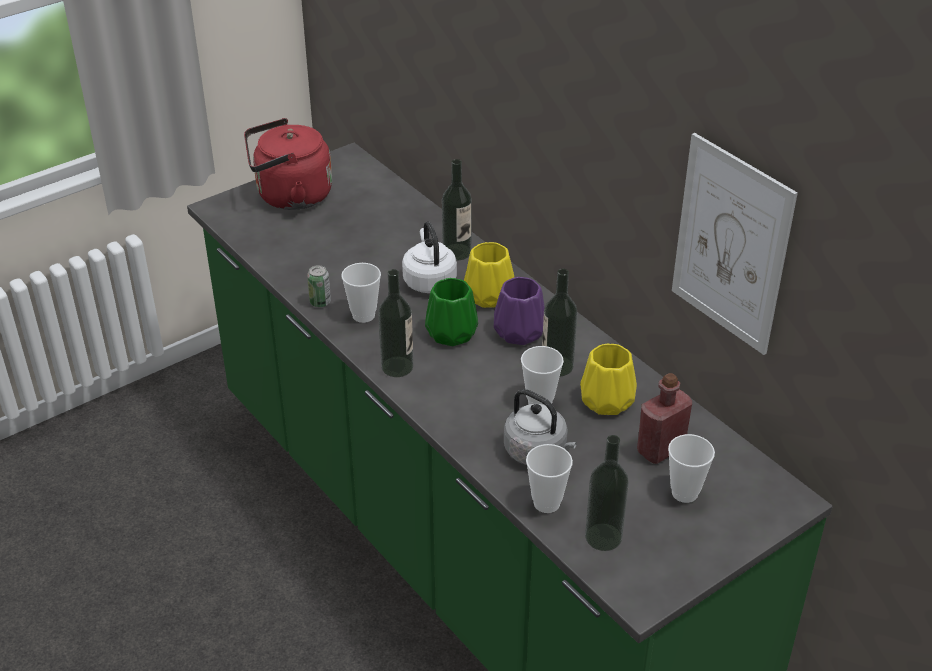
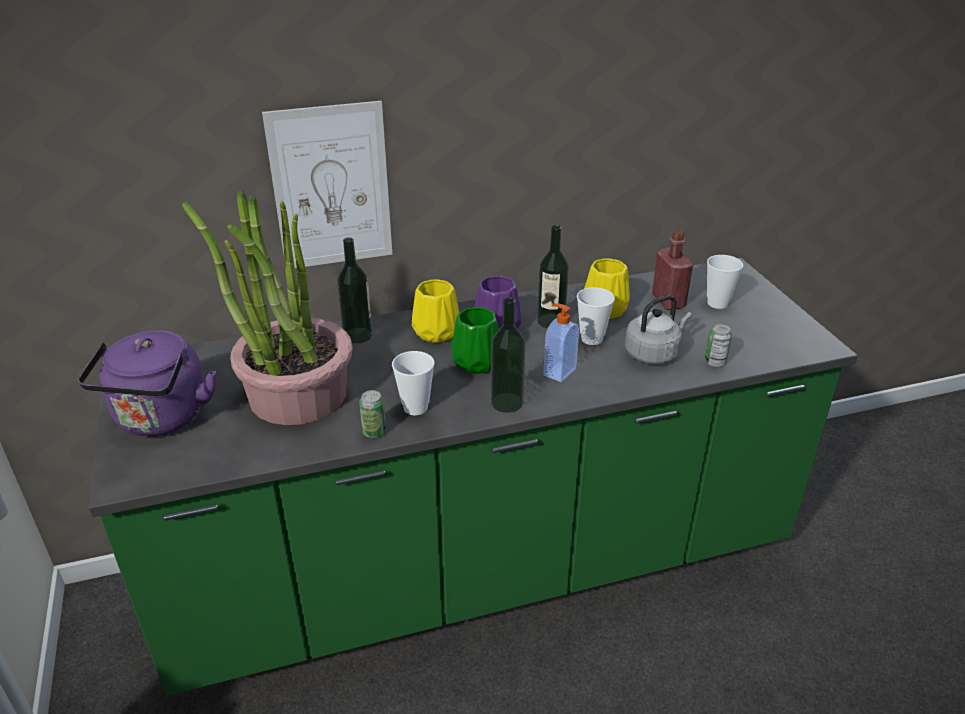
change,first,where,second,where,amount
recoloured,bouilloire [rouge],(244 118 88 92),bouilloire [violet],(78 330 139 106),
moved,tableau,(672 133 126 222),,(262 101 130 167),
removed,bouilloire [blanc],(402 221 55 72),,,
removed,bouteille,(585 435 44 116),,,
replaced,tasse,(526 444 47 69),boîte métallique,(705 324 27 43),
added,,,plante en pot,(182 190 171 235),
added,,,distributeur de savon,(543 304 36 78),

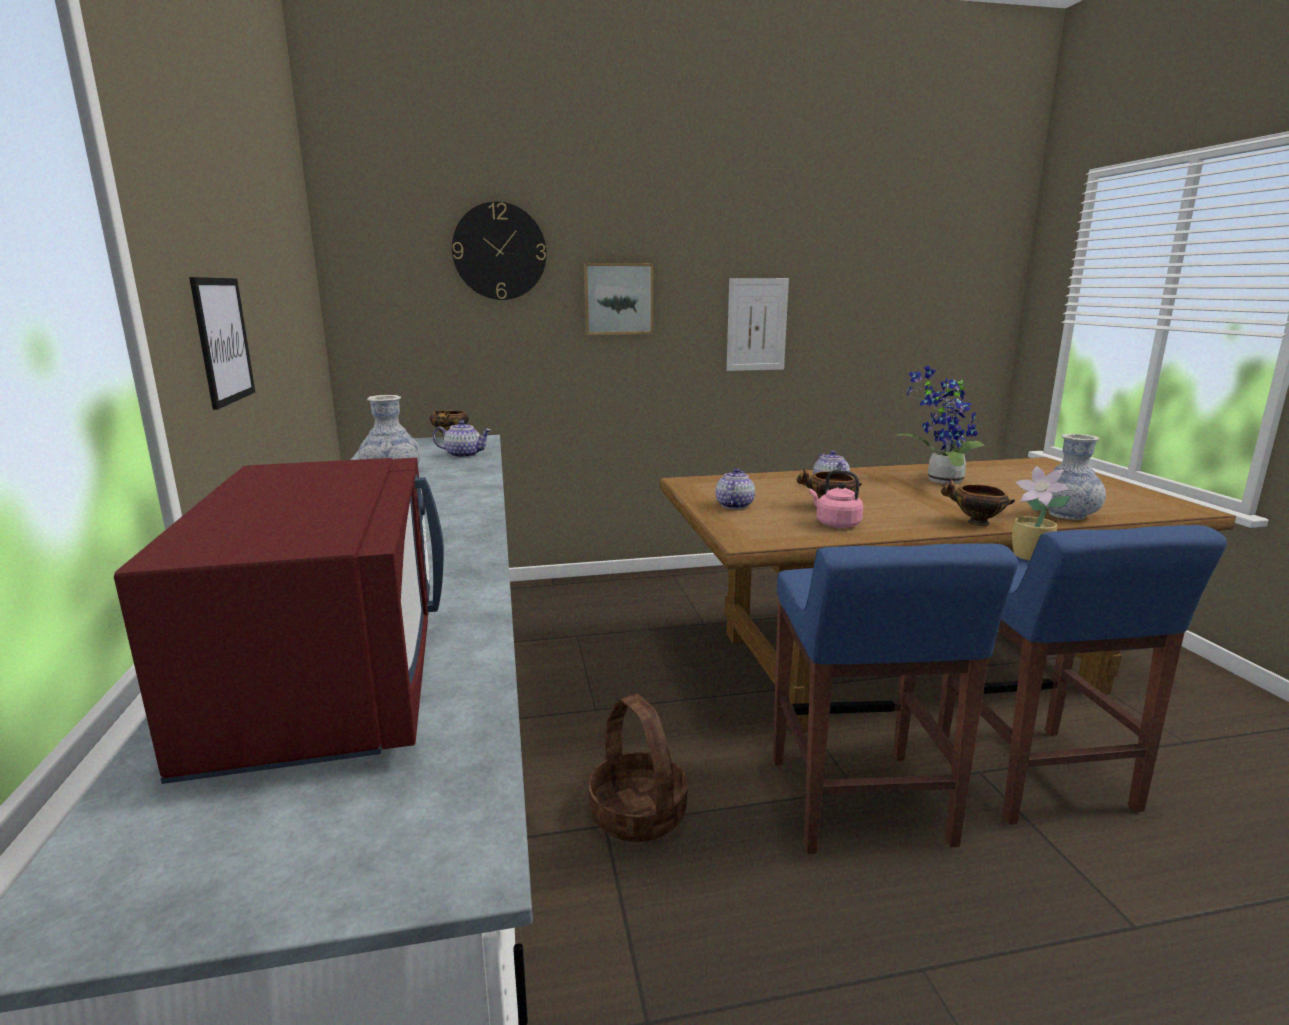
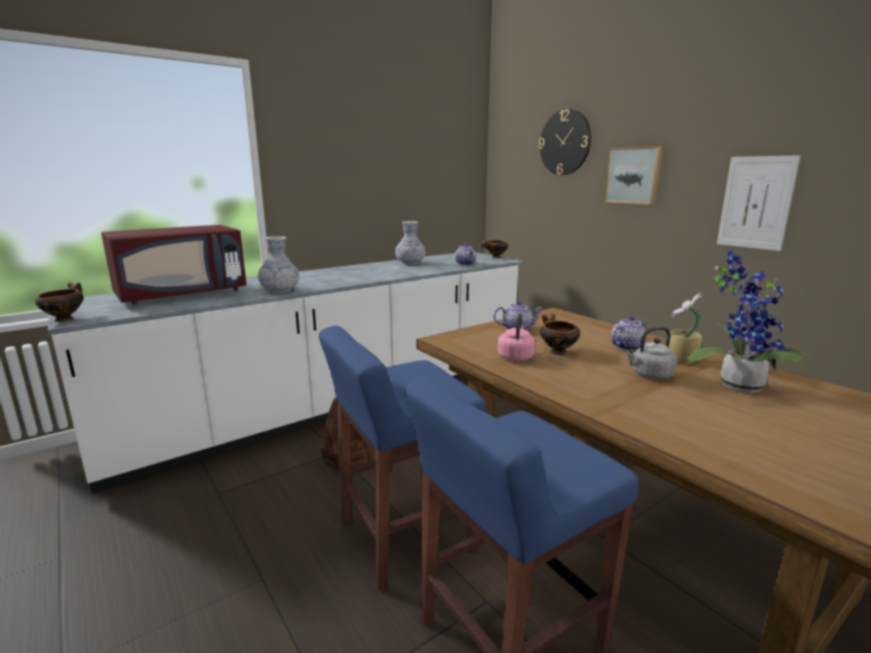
change,first,where,second,where,amount
removed,tableau,(189 277 66 133),,,
moved,vase,(1038 434 68 86),,(258 236 41 57),
moved,plante en pot,(1012 466 59 95),,(669 293 35 71),
moved,bol,(941 479 74 47),,(35 282 49 40),
added,,,bouilloire [gris],(624 327 53 52),

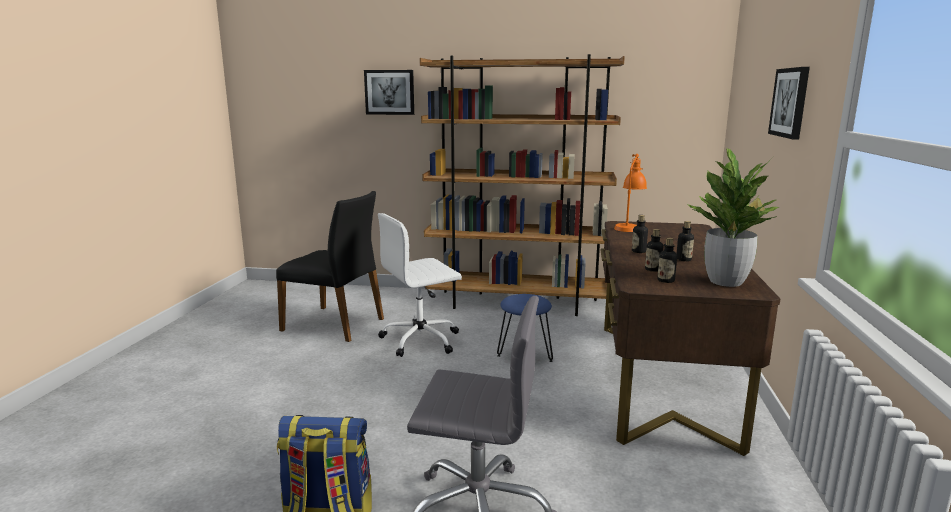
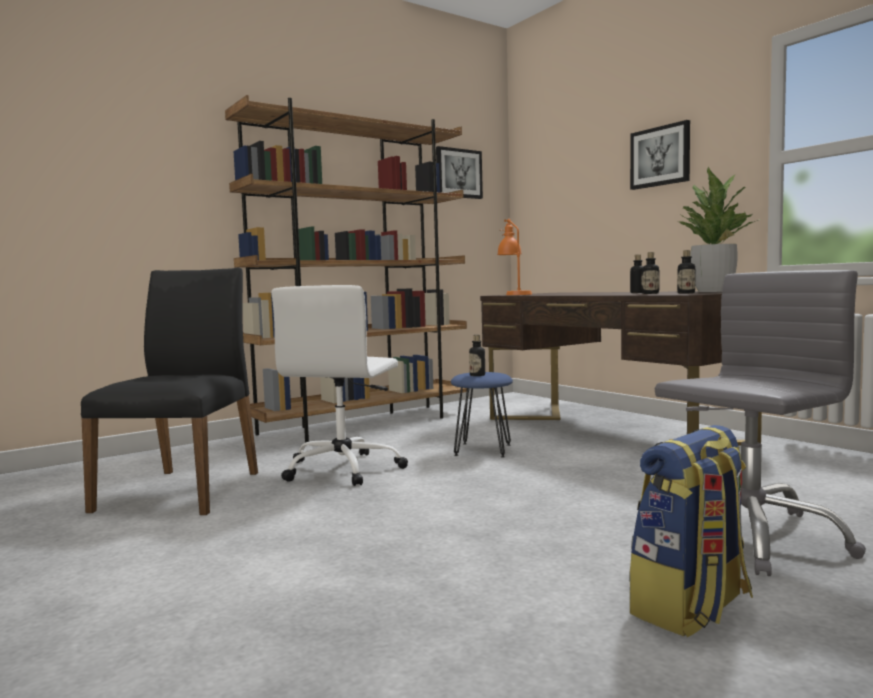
change,first,where,second,where,amount
moved,tableau,(364 70 50 45),,(436 146 47 53),
turned,chaise [noir],(276 191 108 151),,(81 268 177 247),60 degrees counterclockwise
moved,bouteille,(632 215 16 38),,(469 335 16 41),

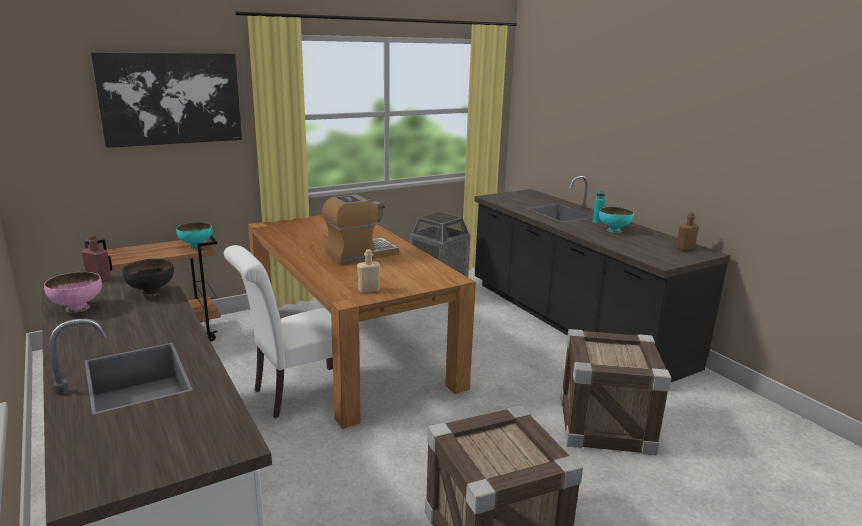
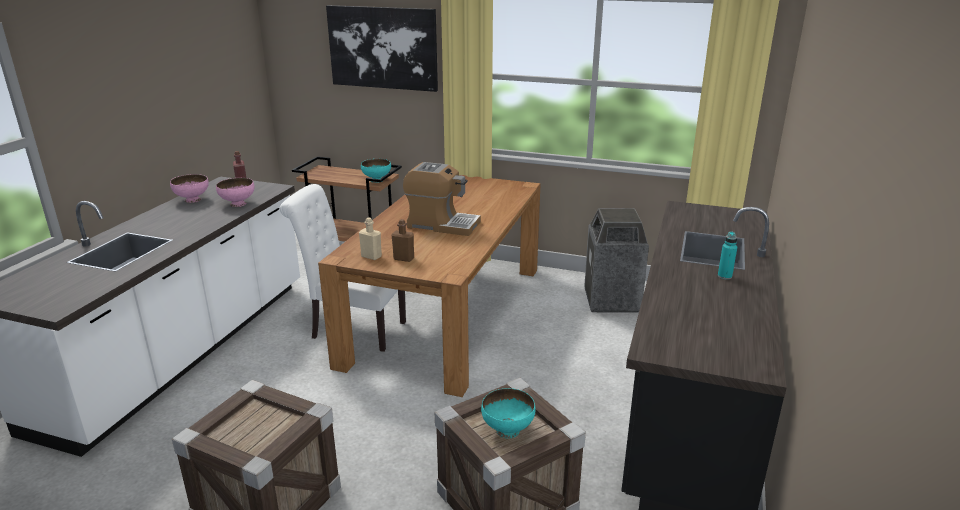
change,first,where,second,where,amount
moved,bol [turquoise],(599 207 35 26),,(481 388 55 50),
moved,bouteille [marron],(676 212 23 39),,(391 219 23 43),
recoloured,bol [noir],(123 259 51 38),bol [rose],(216 178 39 29),

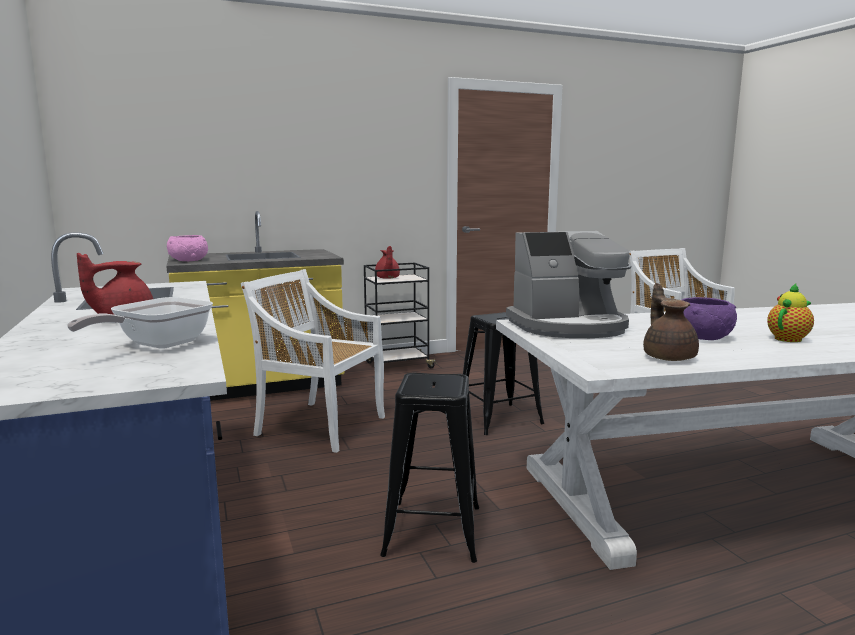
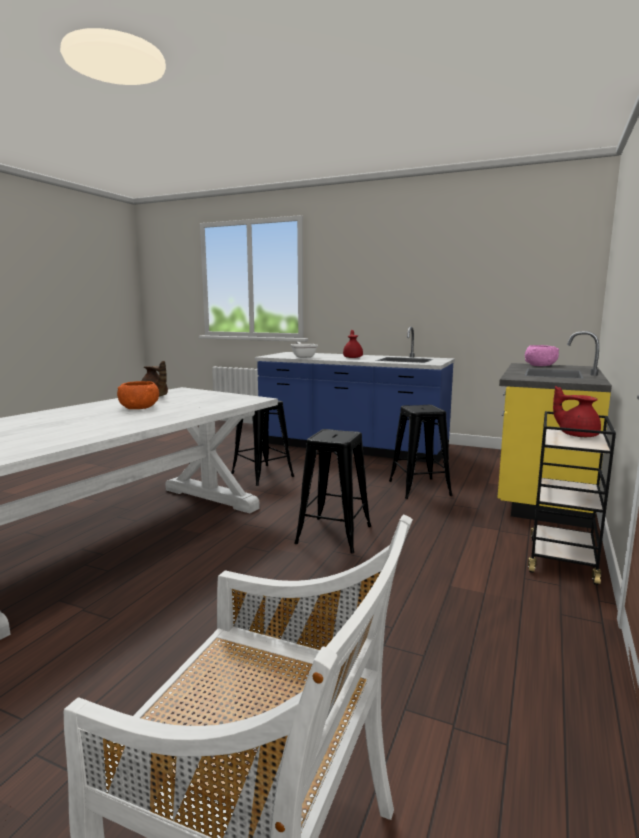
change,first,where,second,where,amount
removed,machine à café,(506 231 126 107),,,
replaced,chaise [blanc],(241 269 144 184),tabouret [noir],(389 405 64 94),
removed,théière,(767 283 47 59),,,
recoloured,bol [violet],(682 297 55 43),bol [orange],(117 381 42 28),

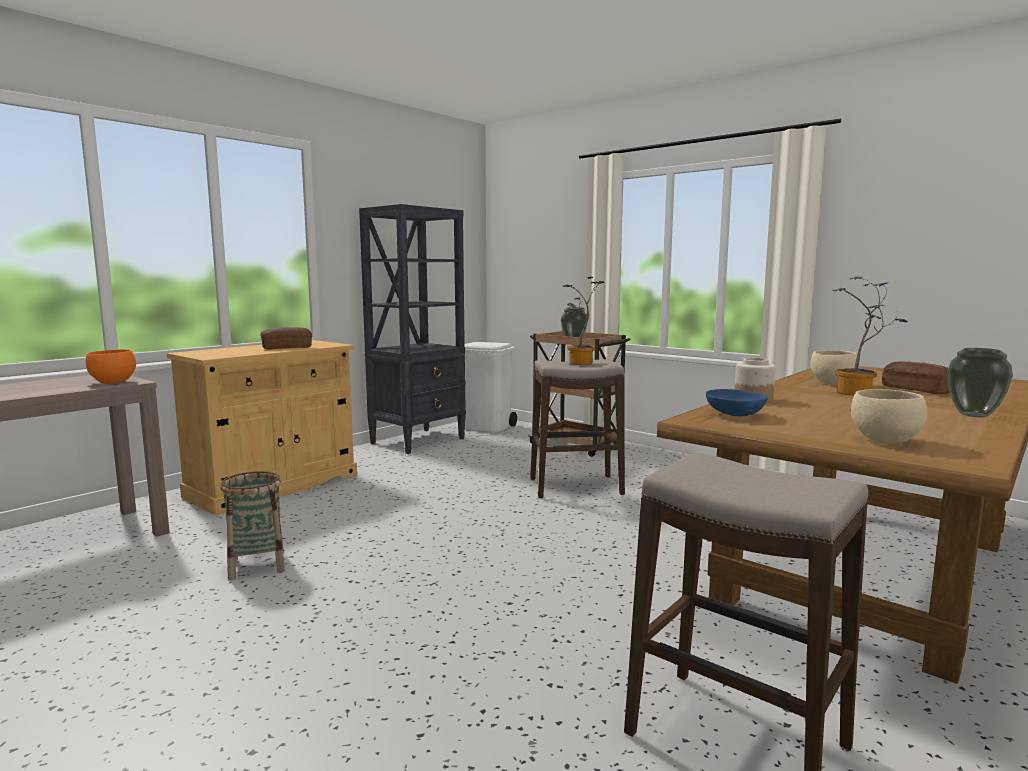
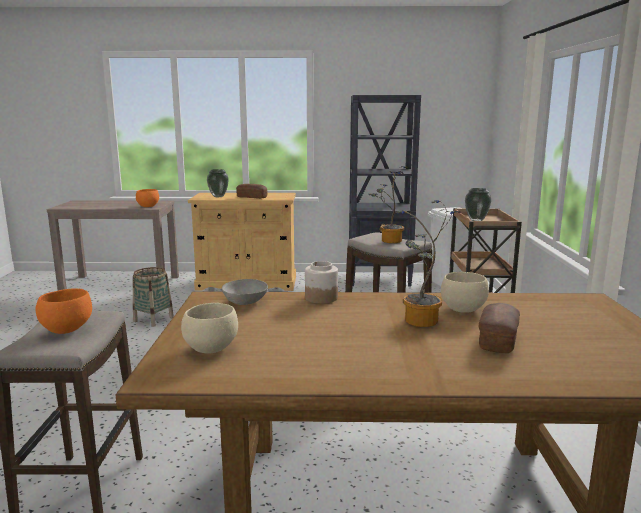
change,first,where,second,where,amount
moved,vase,(947 348 66 70),,(207 169 22 28),
recoloured,bol [bleu],(706 389 62 27),bol [gris],(222 279 46 26),
added,,,bol [orange],(35 288 57 46),

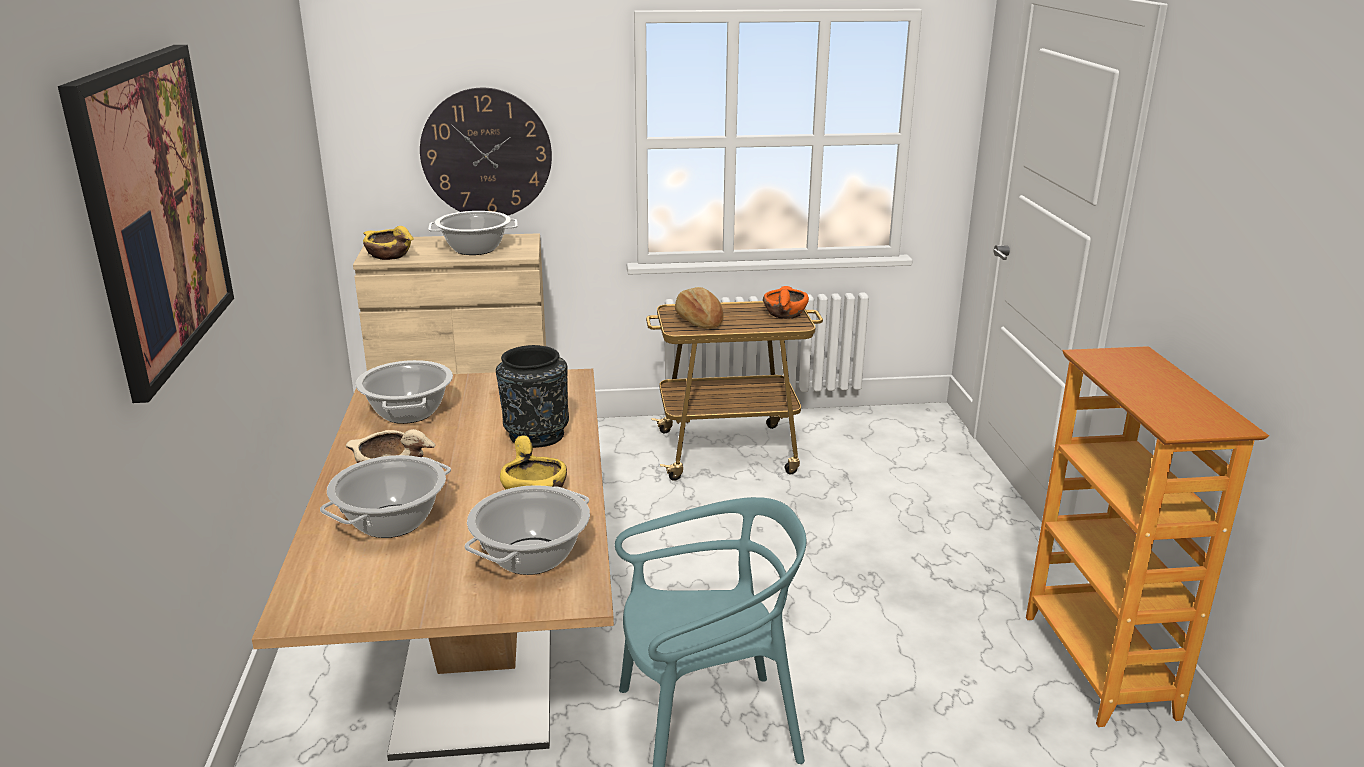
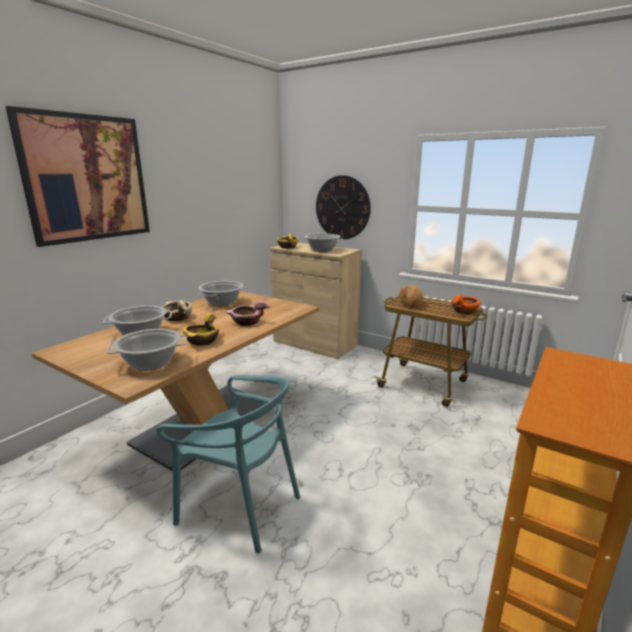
change,first,where,second,where,amount
replaced,vase [noir],(496 345 73 103),bol [rose],(226 300 45 26),

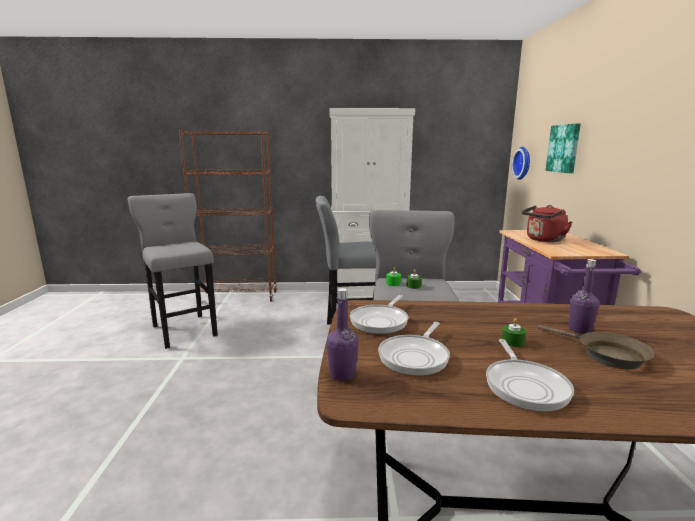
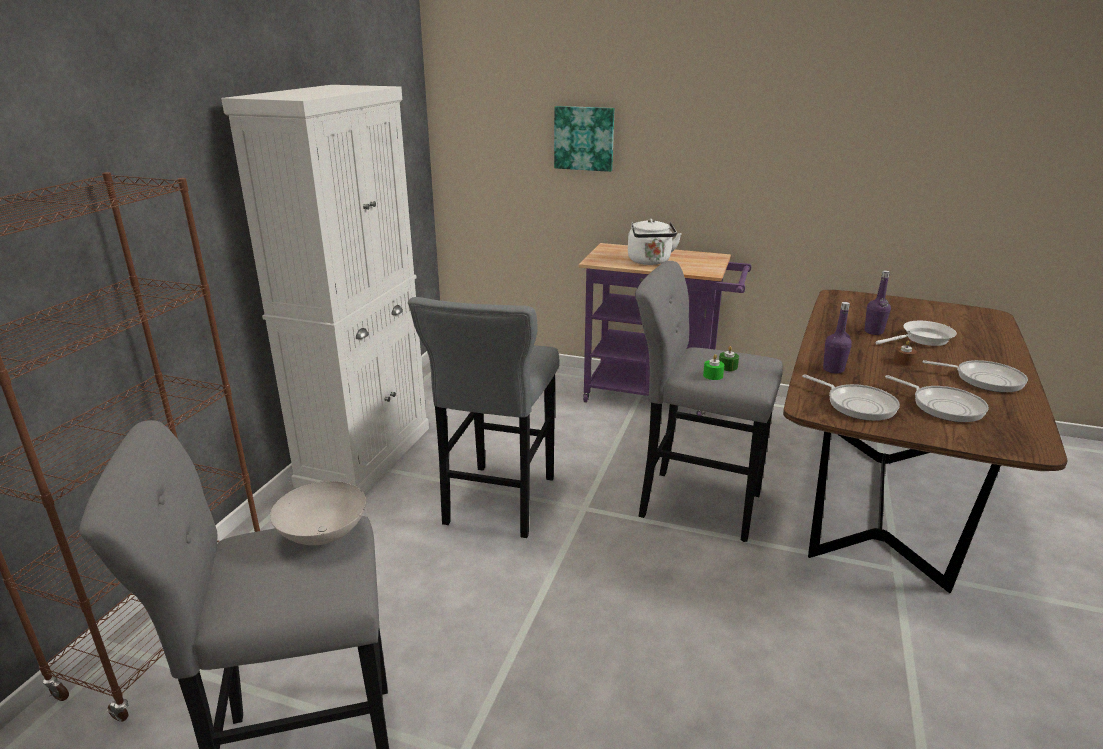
change,first,where,second,where,amount
removed,horloge murale,(512 147 18 33),,,
recoloured,bouilloire [rouge],(522 205 50 37),bouilloire [blanc],(628 219 54 46),
moved,bouteille [violet],(326 288 32 93),,(823 302 29 72),
recoloured,bougie [vert],(502 318 24 29),bougie [marron],(893 341 24 25),
recoloured,poêle [marron],(538 325 116 44),poêle [blanc],(876 321 81 25),
added,,,bol [blanc],(270 481 96 64),

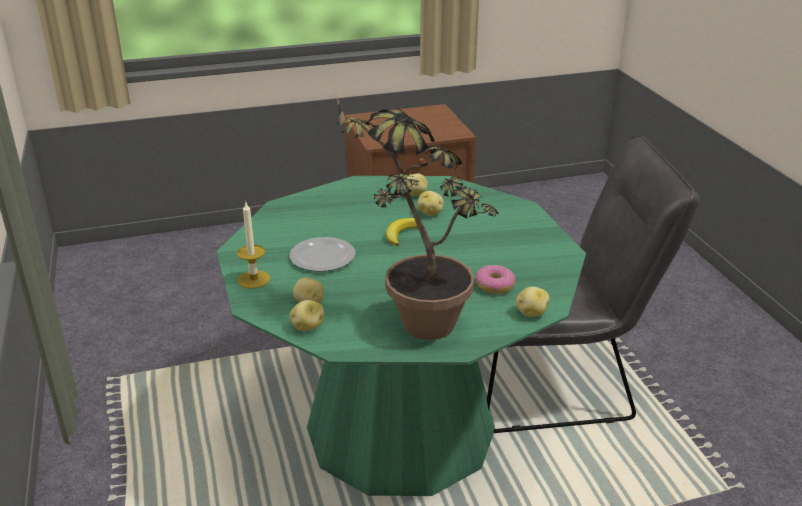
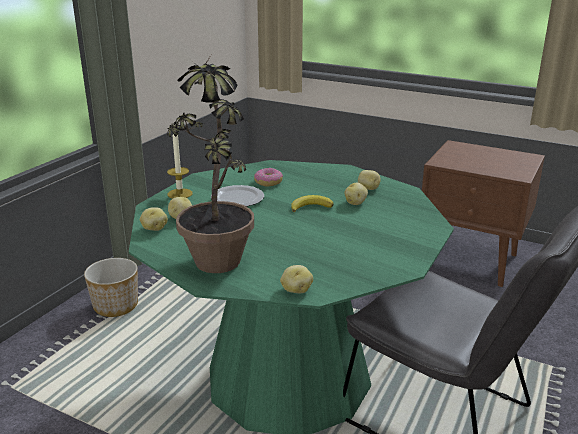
change,first,where,second,where,amount
moved,beignet,(476 265 39 29),,(254 168 29 18),
added,,,cache-pot,(84 258 54 59),

